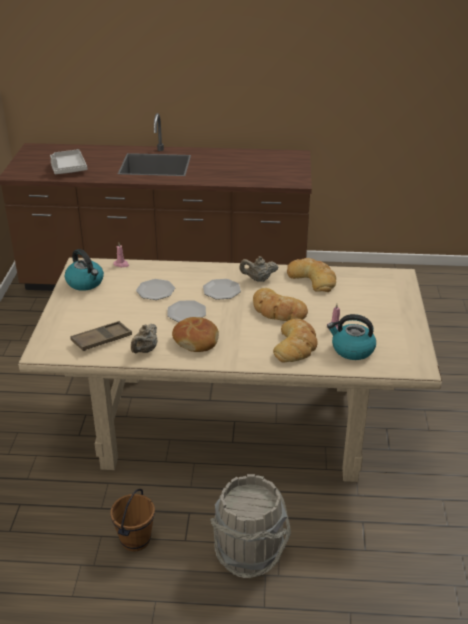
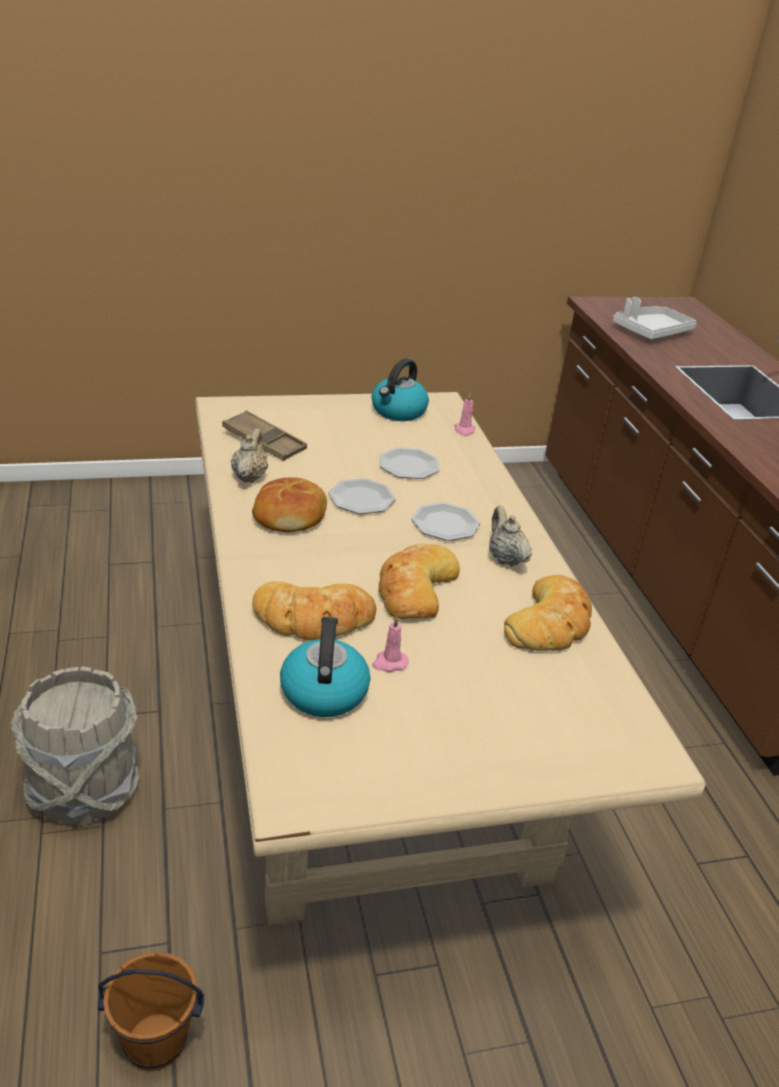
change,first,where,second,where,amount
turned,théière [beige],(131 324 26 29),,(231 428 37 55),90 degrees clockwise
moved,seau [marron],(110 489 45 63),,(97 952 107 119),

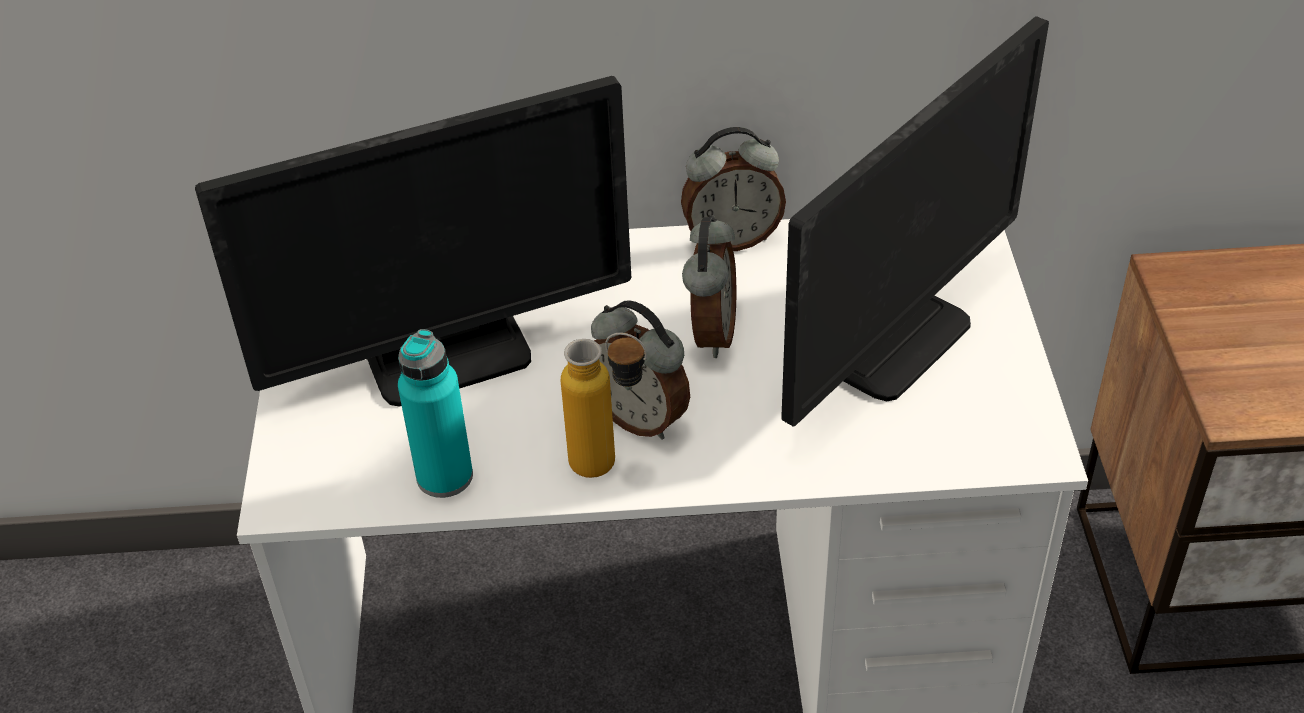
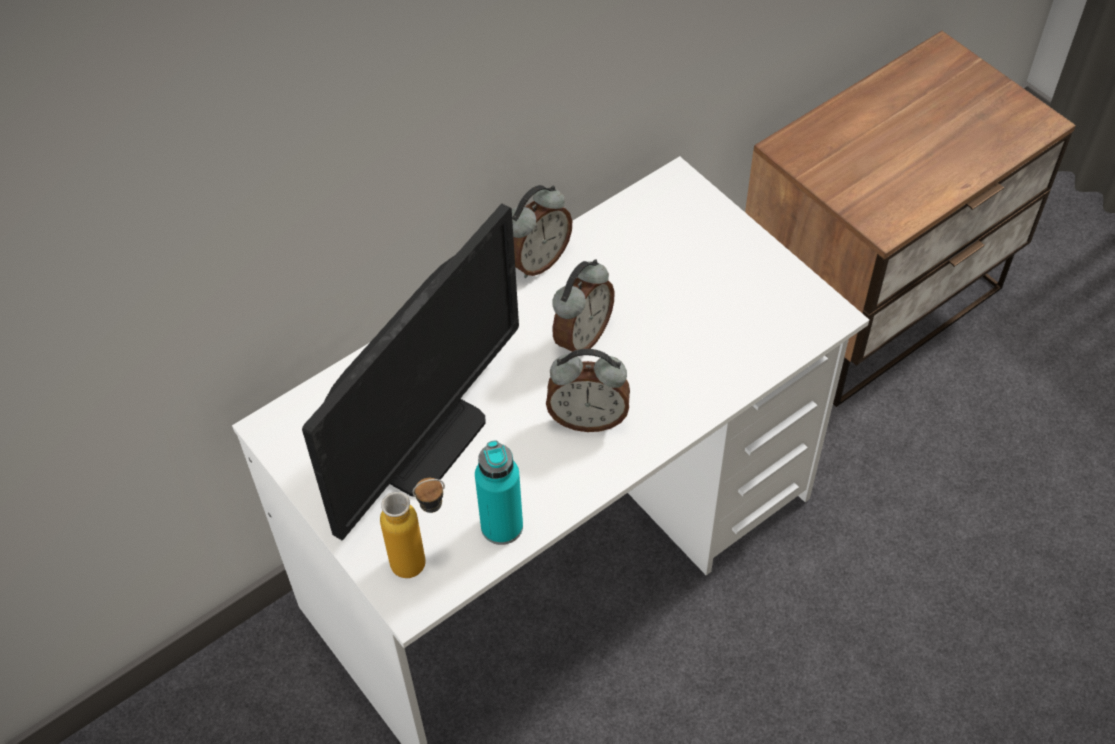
change,first,where,second,where,amount
removed,écran d'ordinateur,(781 16 268 411),,,
turned,réveil,(682 215 55 143),,(552 259 62 93),60 degrees clockwise
moved,bouteille,(561 333 86 145),,(380 478 65 100),

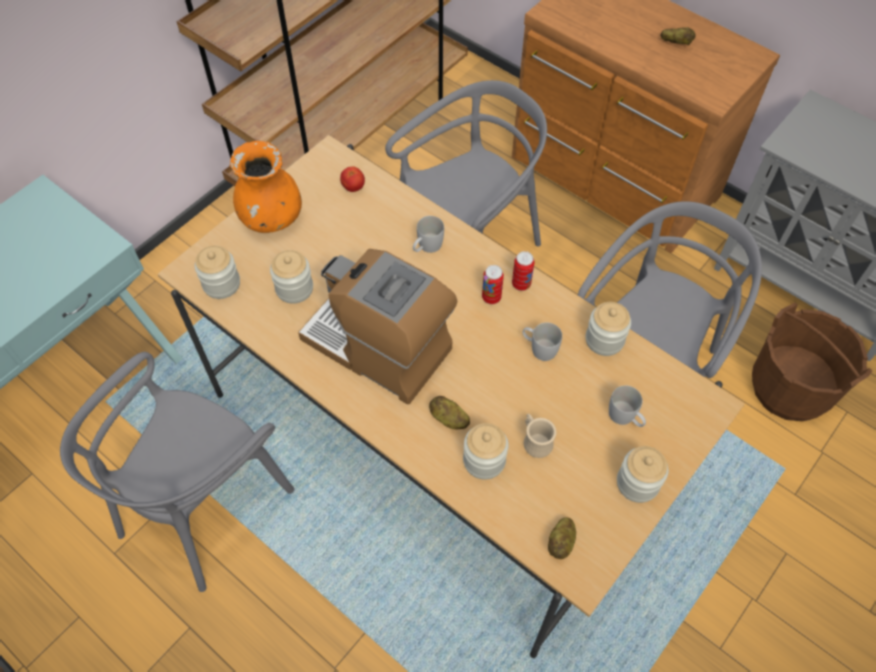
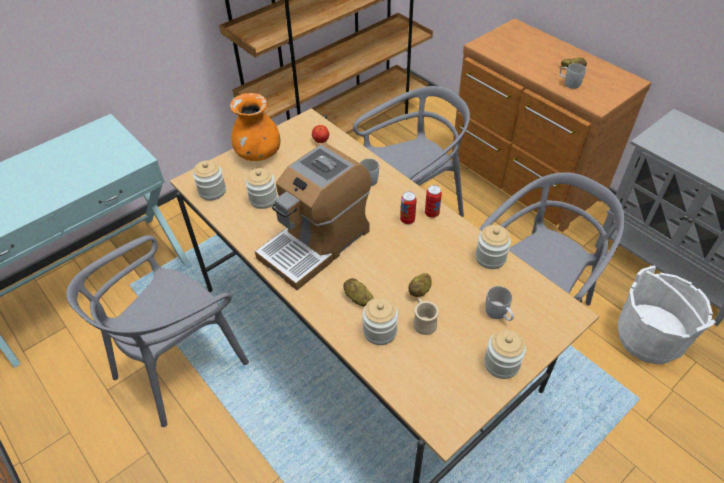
change,first,where,second,where,amount
turned,machine à café,(298 249 159 155),,(255 143 116 147),90 degrees counterclockwise
recoloured,seau [marron],(752 303 121 118),seau [blanc],(618 265 98 99),
moved,mug [blanc],(522 323 40 38),,(560 63 26 26),
moved,pomme de terre,(548 517 28 42),,(408 273 24 24),

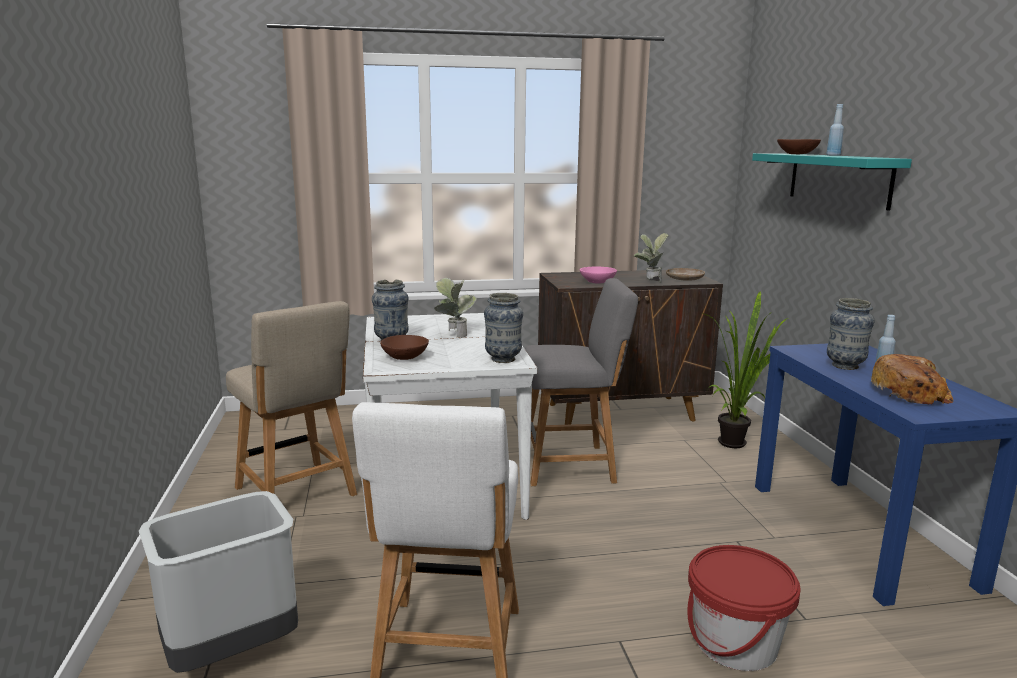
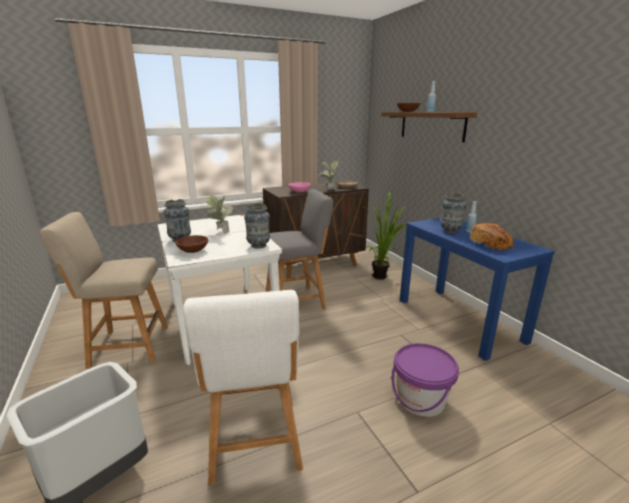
change,first,where,second,where,amount
recoloured,étagère [turquoise],(752 153 160 58),étagère [marron],(381 112 96 30),
turned,chaise [beige],(226 301 131 195),,(39 212 129 157),135 degrees clockwise
recoloured,seau [rouge],(687 545 114 126),seau [violet],(392 343 67 74),

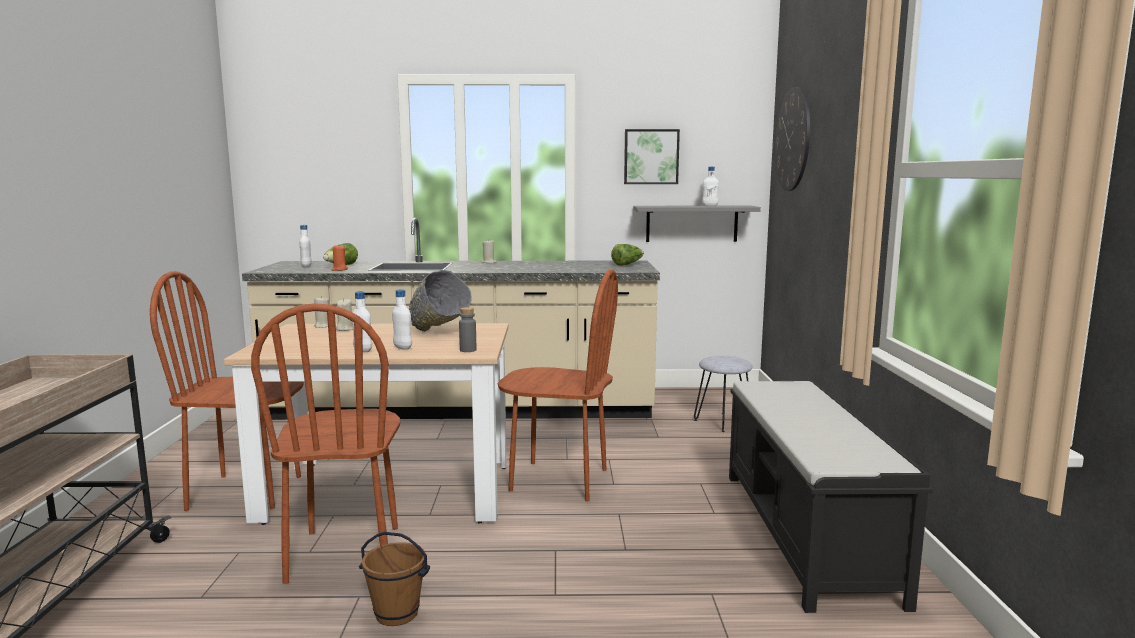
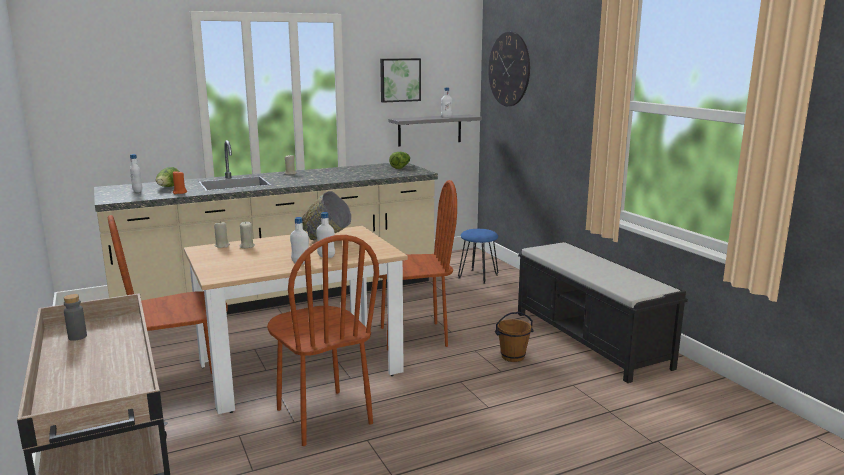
change,first,where,second,where,amount
moved,bouteille [gris],(459 307 17 45),,(63 294 24 47),
recoloured,tabouret [gris],(694 356 58 76),tabouret [bleu],(458 229 40 55),
moved,seau [marron],(359 532 71 94),,(495 312 39 50),

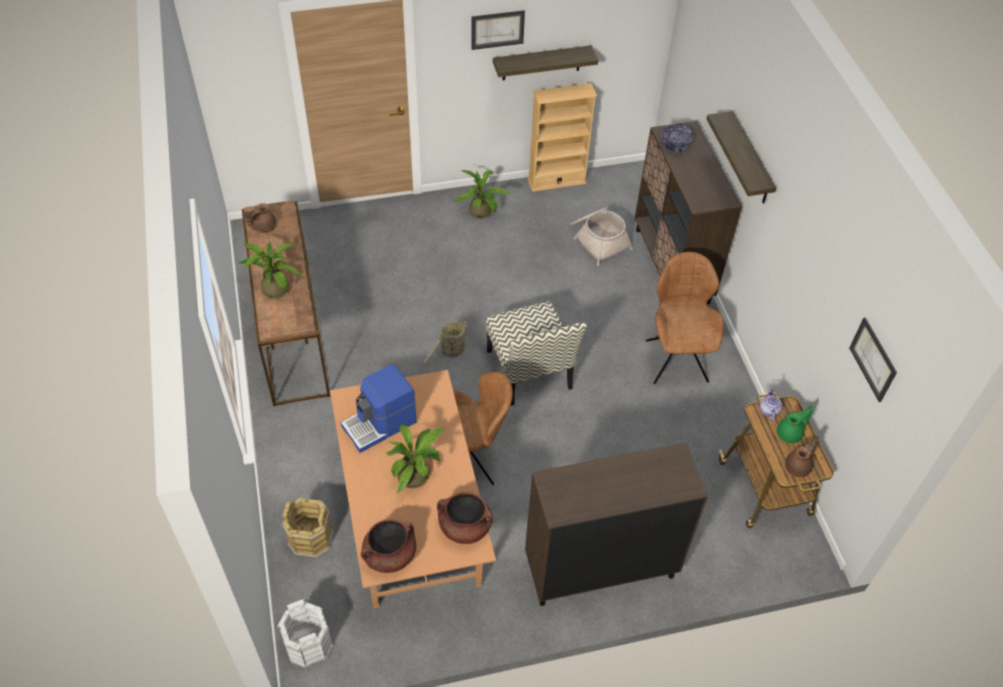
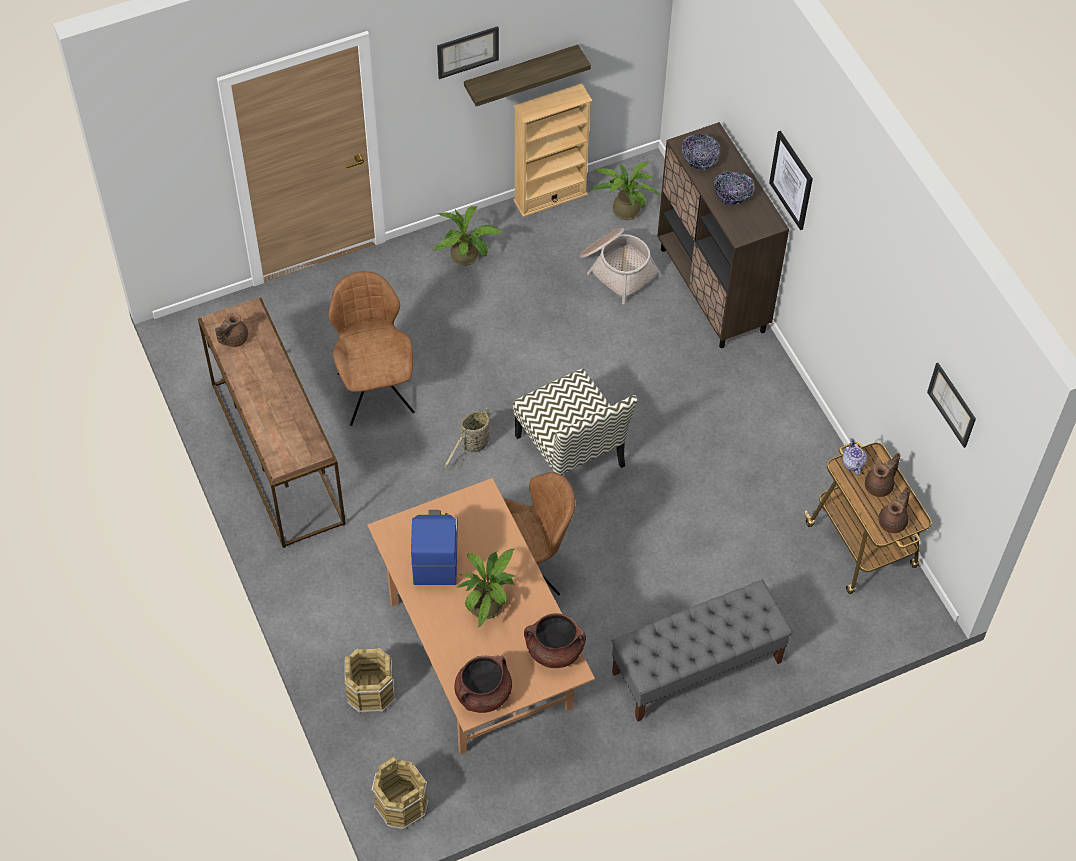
change,first,where,second,where,amount
replaced,étagère,(707 111 69 93),tableau,(769 131 44 99),
moved,plante en pot,(239 243 65 56),,(592 162 69 58),
moved,chaise [marron],(646 252 78 132),,(329 271 86 155),
turned,machine à café,(341 364 76 89),,(411 510 47 75),135 degrees clockwise
recoloured,théière [vert],(777 405 37 38),théière [marron],(865 453 35 44),
replaced,meuble de rangement [marron],(525 443 183 163),banc [gris],(612 580 181 141),
recoloured,seau [blanc],(277 599 56 69),seau [marron],(371 757 58 73),
added,,,bol,(714 171 40 34),

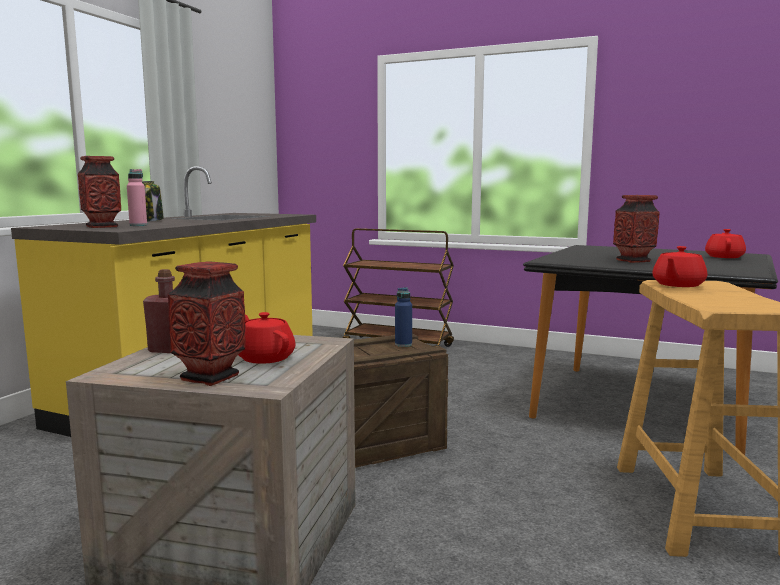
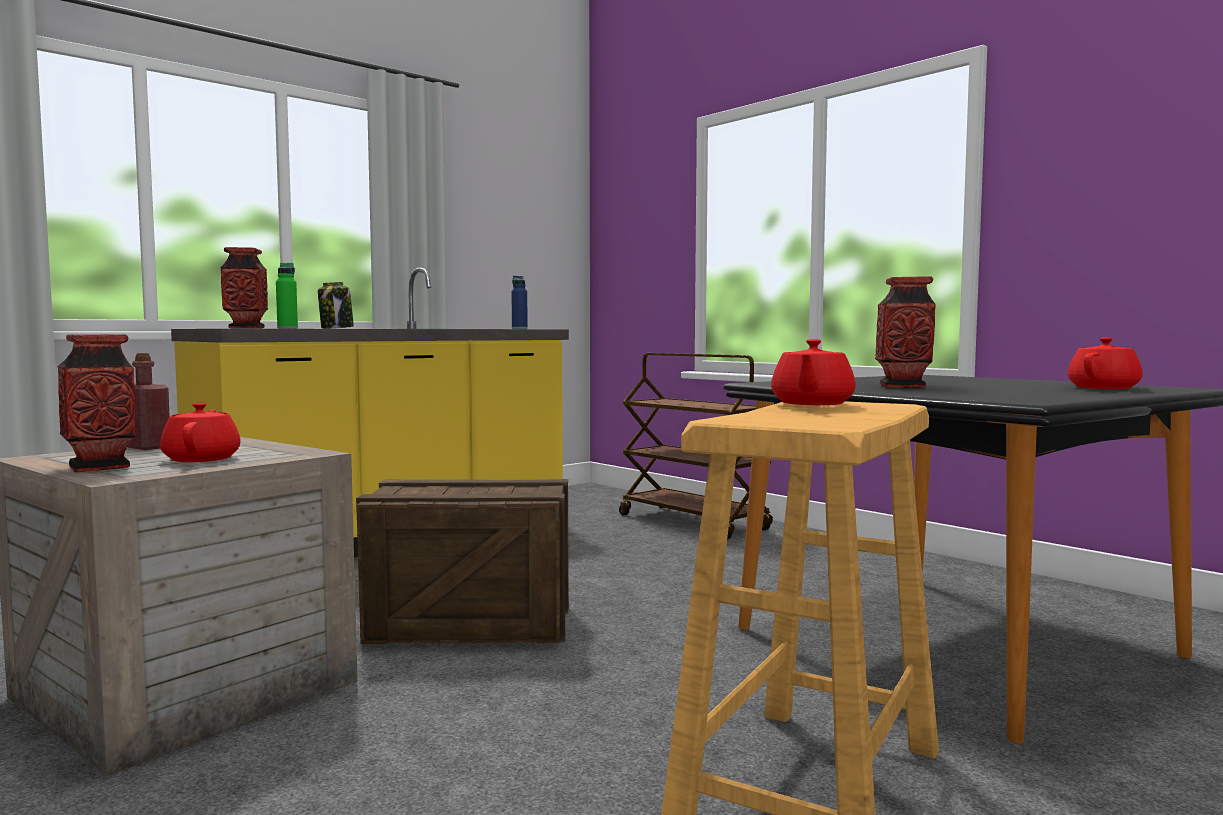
change,first,where,second,where,amount
recoloured,bouteille [rose],(127 169 20 57),bouteille [vert],(276 263 22 66),
turned,théière [rouge],(652 246 55 41),,(771 339 85 66),45 degrees counterclockwise
moved,bouteille [bleu],(395 287 17 60),,(511 276 17 53),

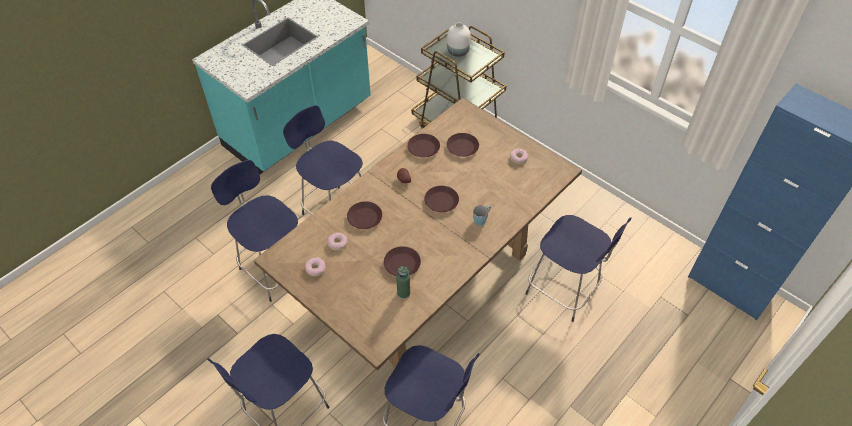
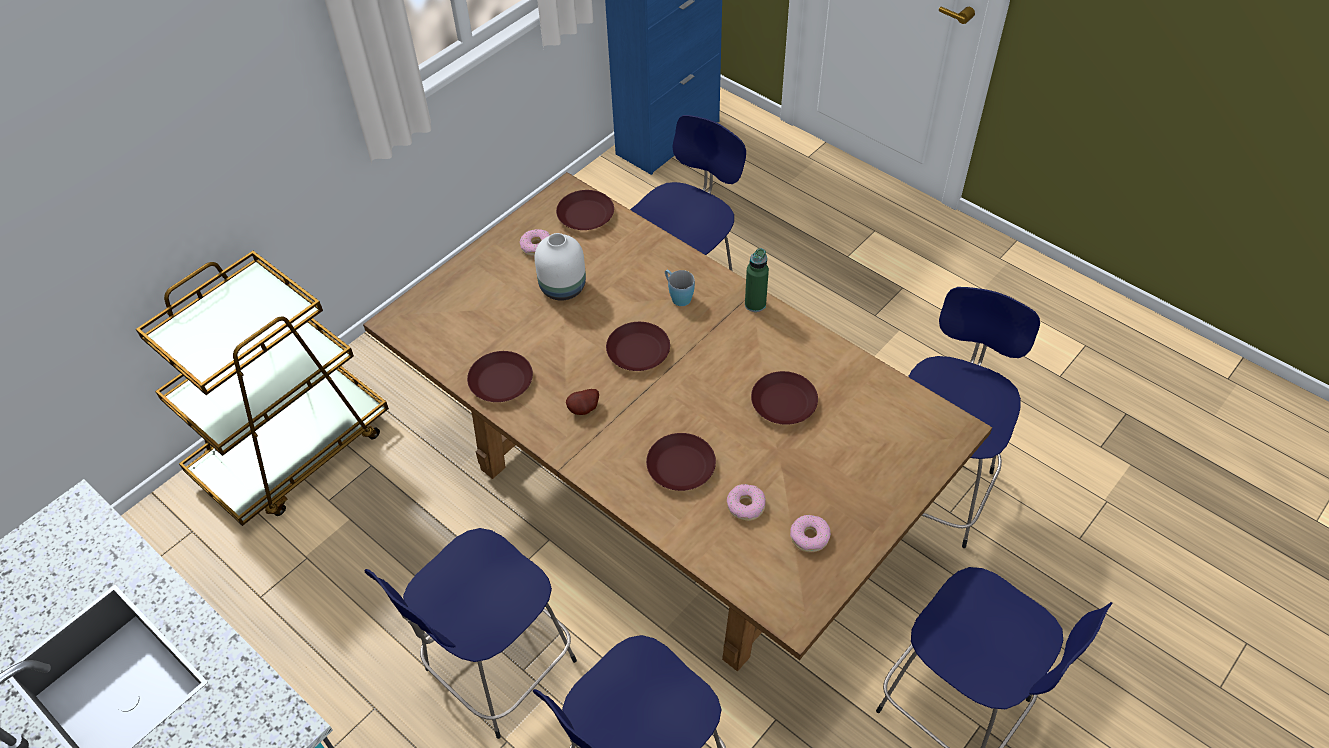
change,first,where,second,where,amount
moved,vase [blanc],(447 22 23 35),,(535 233 51 68),
moved,assiette [marron],(447 133 32 24),,(556 190 58 40),
moved,bouteille [vert],(396 266 14 33),,(745 248 24 64),

